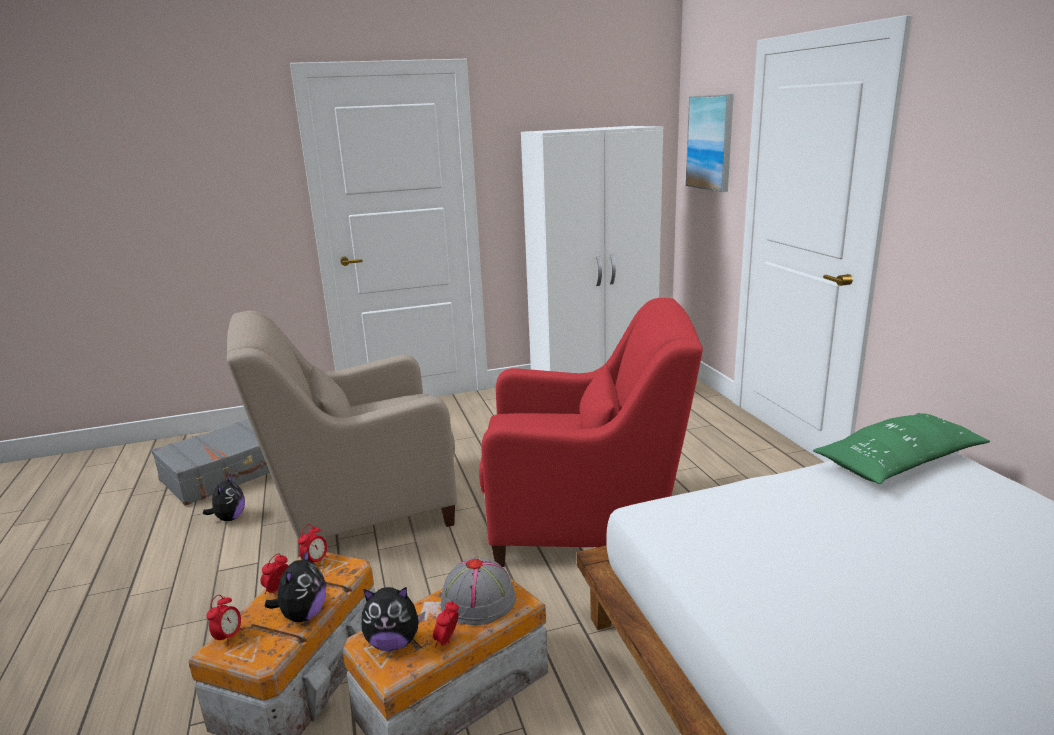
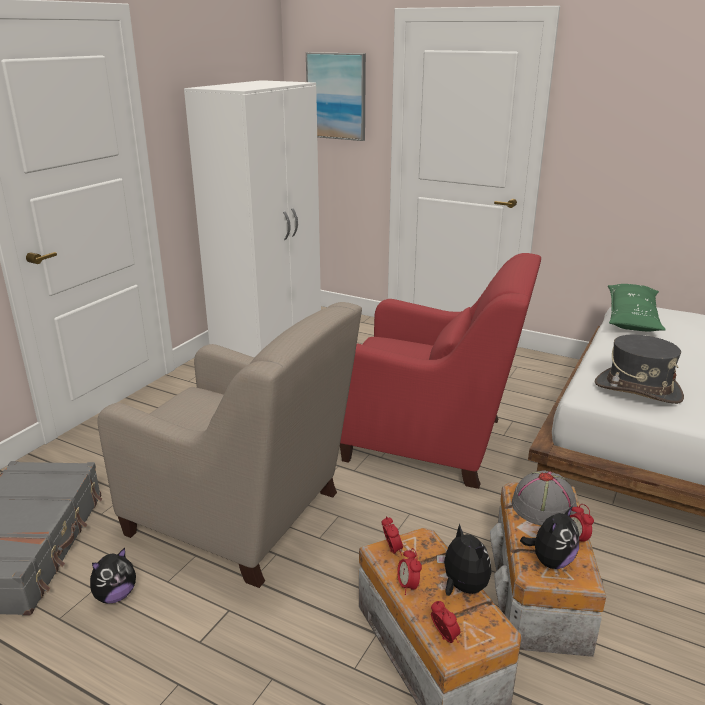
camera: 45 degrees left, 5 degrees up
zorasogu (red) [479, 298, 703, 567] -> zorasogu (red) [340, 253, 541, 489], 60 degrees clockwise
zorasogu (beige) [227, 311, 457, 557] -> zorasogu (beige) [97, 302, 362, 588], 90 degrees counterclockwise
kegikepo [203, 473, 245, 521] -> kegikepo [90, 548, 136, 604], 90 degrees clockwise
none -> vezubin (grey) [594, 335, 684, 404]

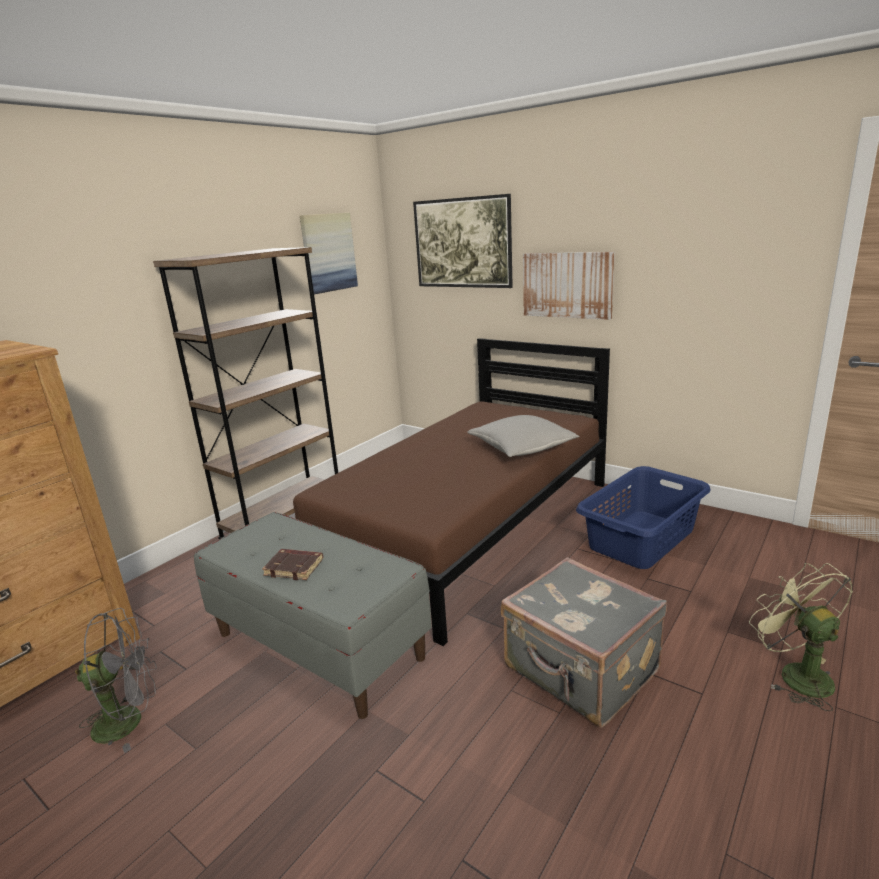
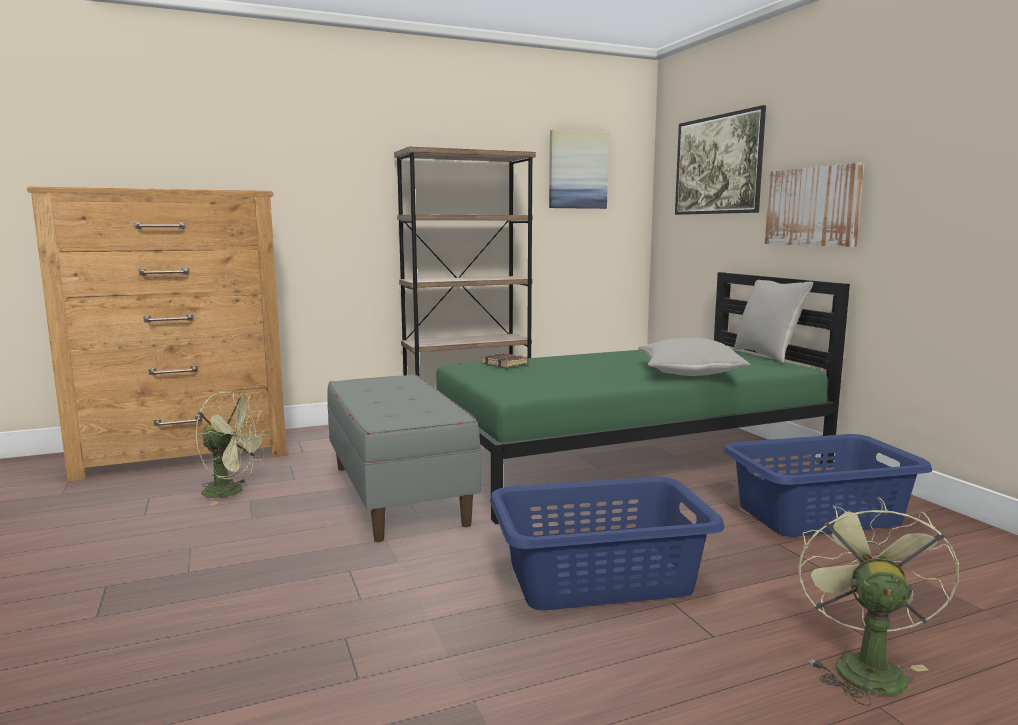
camera: 30 degrees right, 10 degrees down
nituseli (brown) [293, 338, 610, 646] -> nituseli (green) [436, 272, 850, 524]
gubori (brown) [262, 549, 323, 580] -> gubori (brown) [481, 353, 529, 368], relocated
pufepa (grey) [501, 557, 667, 728] -> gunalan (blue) [490, 477, 724, 610]
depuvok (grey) [75, 608, 157, 753] -> depuvok (green) [195, 391, 268, 505]
none -> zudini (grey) [734, 275, 813, 363]

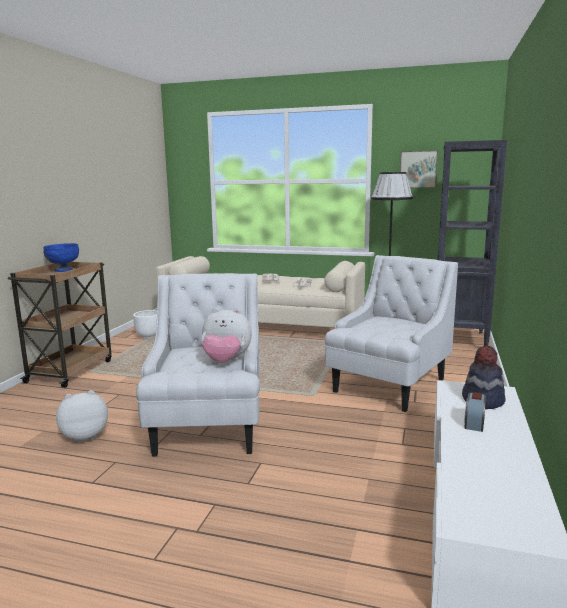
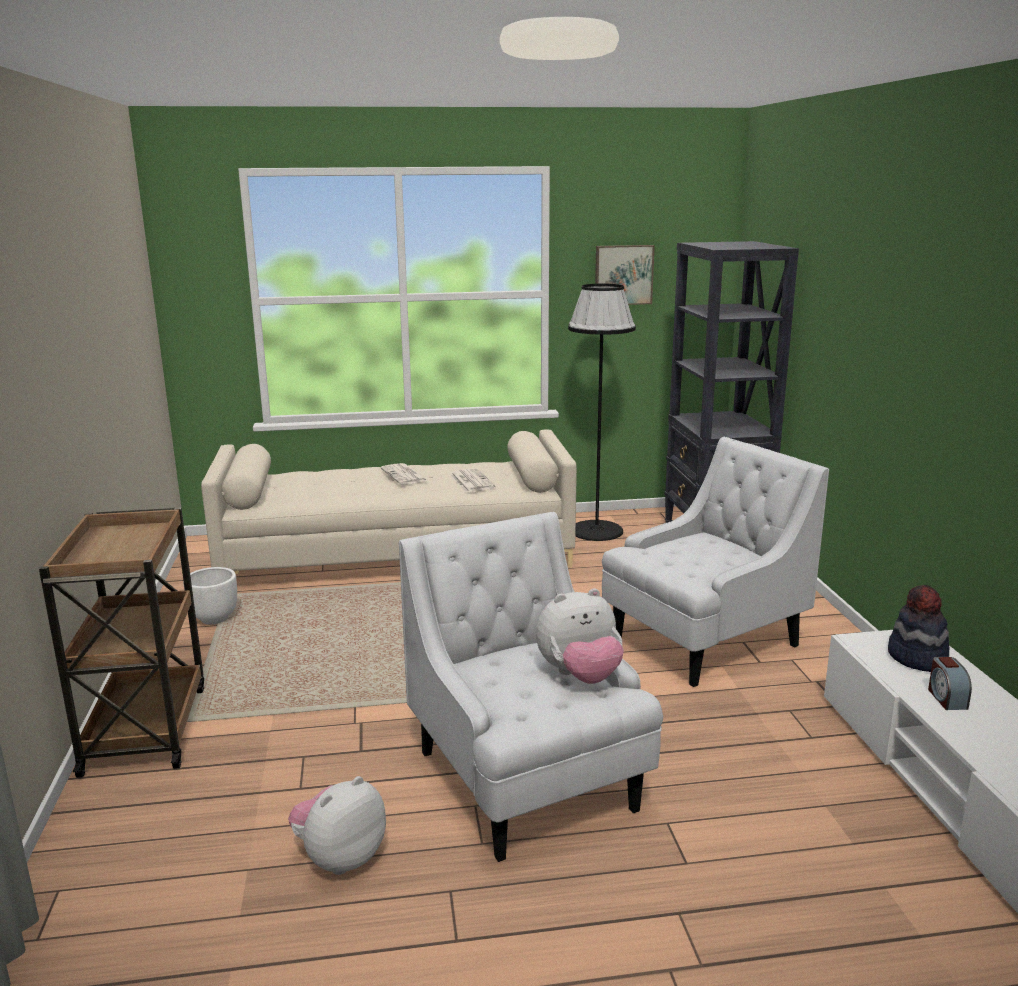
camera: 25 degrees left, 5 degrees up
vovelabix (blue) [43, 243, 79, 272] -> none
zorasogu (white) [325, 255, 458, 412] -> zorasogu (white) [602, 437, 829, 687], 45 degrees clockwise

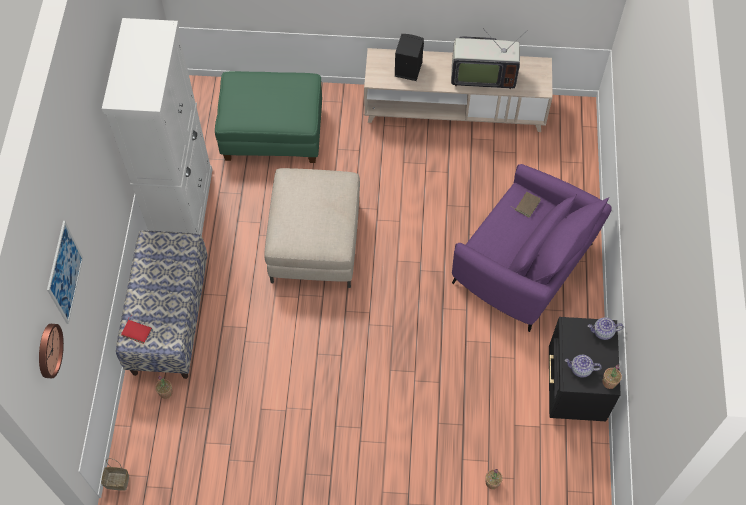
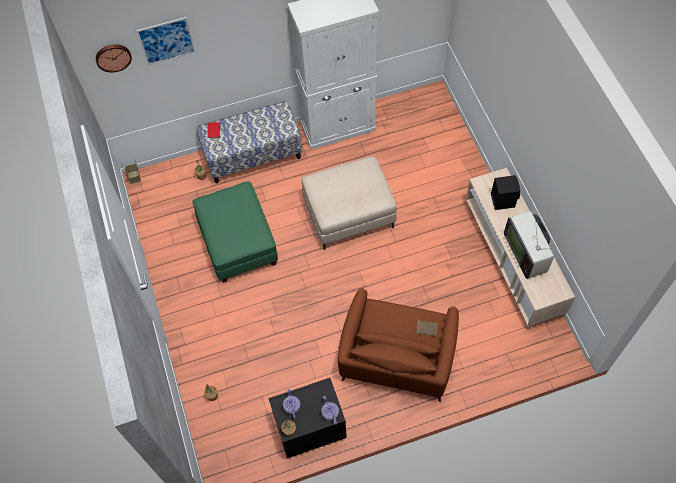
camera: 70 degrees right, 0 degrees up
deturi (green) [215, 71, 322, 163] -> deturi (green) [192, 182, 278, 283], relocated
zorasogu (purple) [452, 164, 612, 332] -> zorasogu (brown) [337, 288, 459, 402]

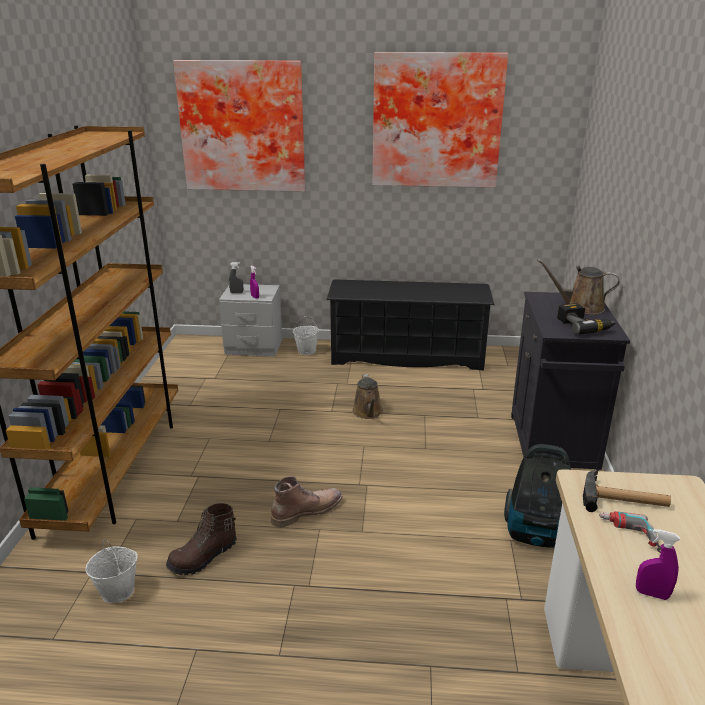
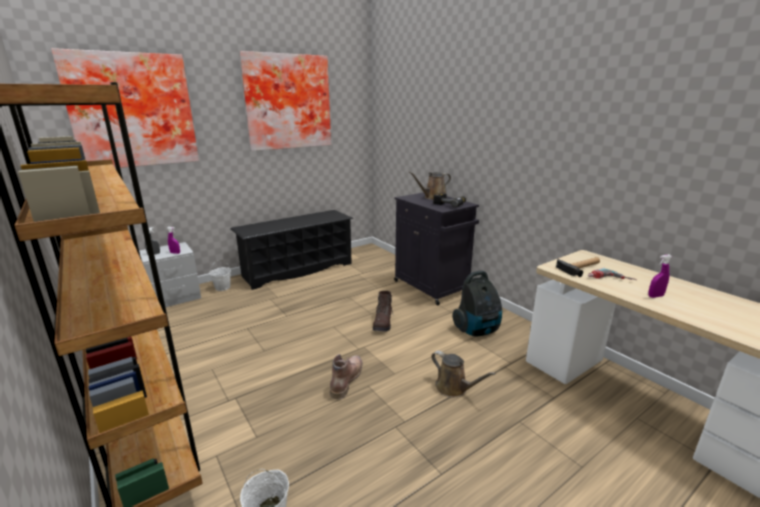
camera: 40 degrees left, 5 degrees down
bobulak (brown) [352, 374, 383, 419] -> bobulak (brown) [432, 351, 496, 397], relocated
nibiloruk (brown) [166, 503, 237, 575] -> nibiloruk (brown) [373, 291, 393, 332], relocated

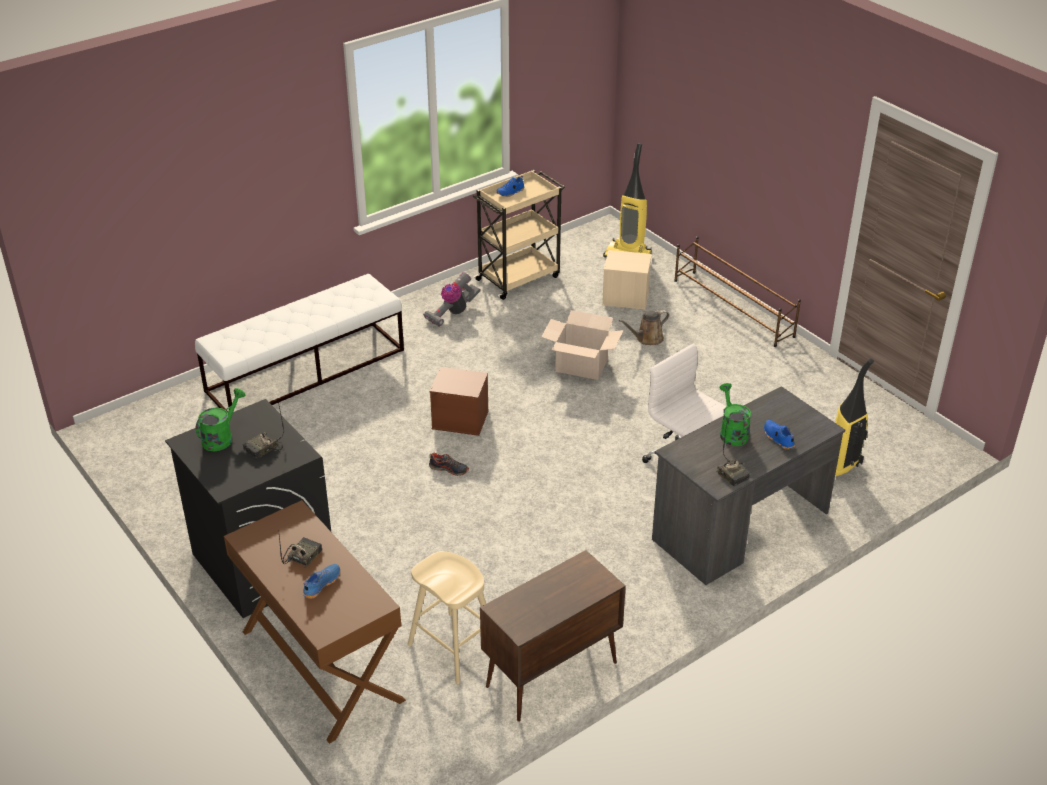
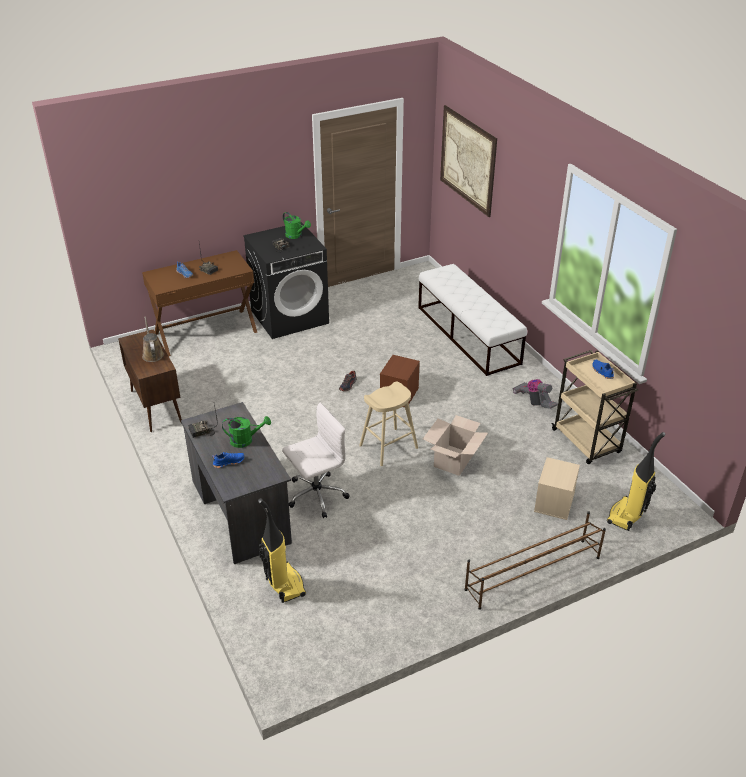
camera: 100 degrees right, 0 degrees up
bobulak (brown) [619, 310, 669, 345] -> bobulak (brown) [142, 316, 164, 362], relocated
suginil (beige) [408, 551, 486, 684] -> suginil (beige) [359, 381, 418, 466], relocated
none -> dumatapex [440, 105, 497, 217]

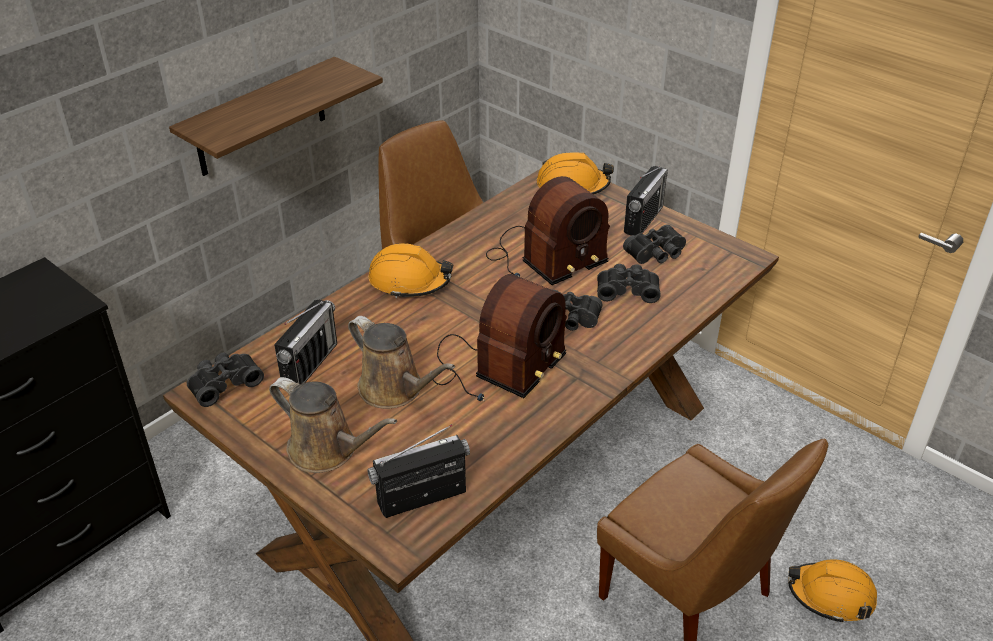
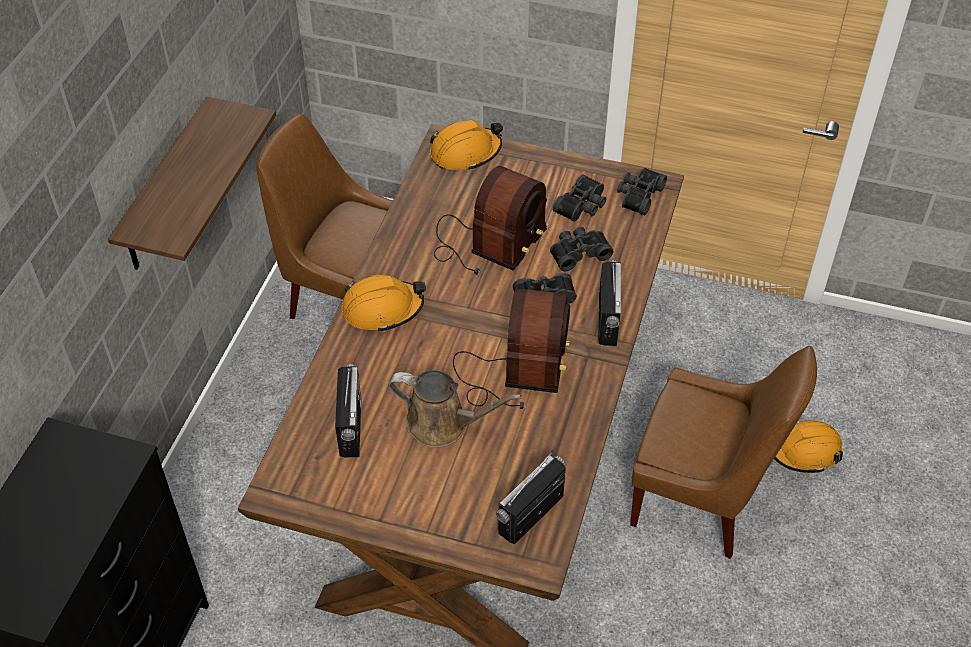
camera: 25 degrees left, 10 degrees up
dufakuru [624, 166, 668, 236] -> dufakuru [598, 260, 621, 346], relocated
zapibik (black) [187, 353, 264, 407] -> zapibik (black) [617, 168, 667, 215], relocated
bobulak (brown) [269, 377, 397, 473] -> none

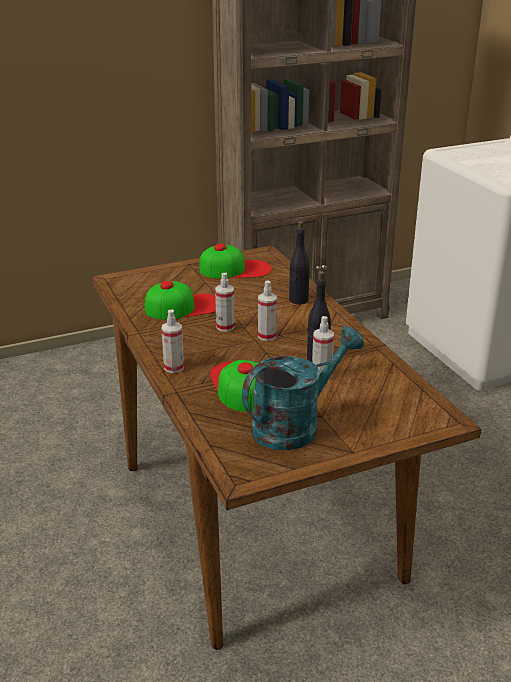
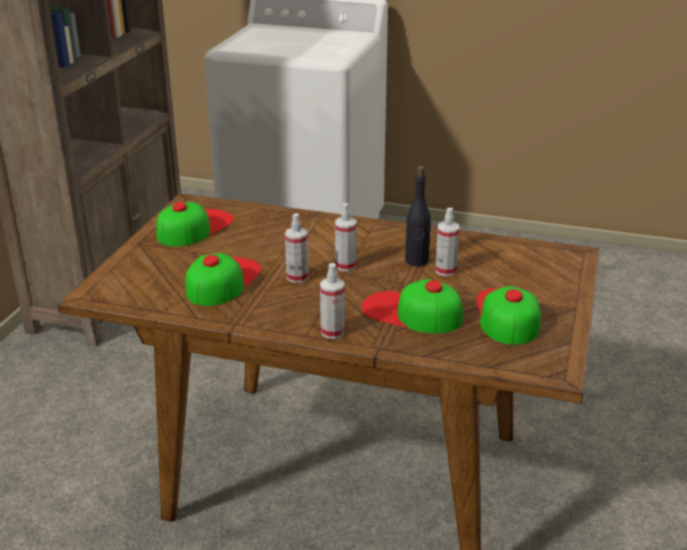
camera: 50 degrees left, 0 degrees up
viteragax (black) [289, 221, 310, 304] -> none
bobulak (turquoise) [242, 326, 364, 450] -> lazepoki [477, 286, 541, 345]

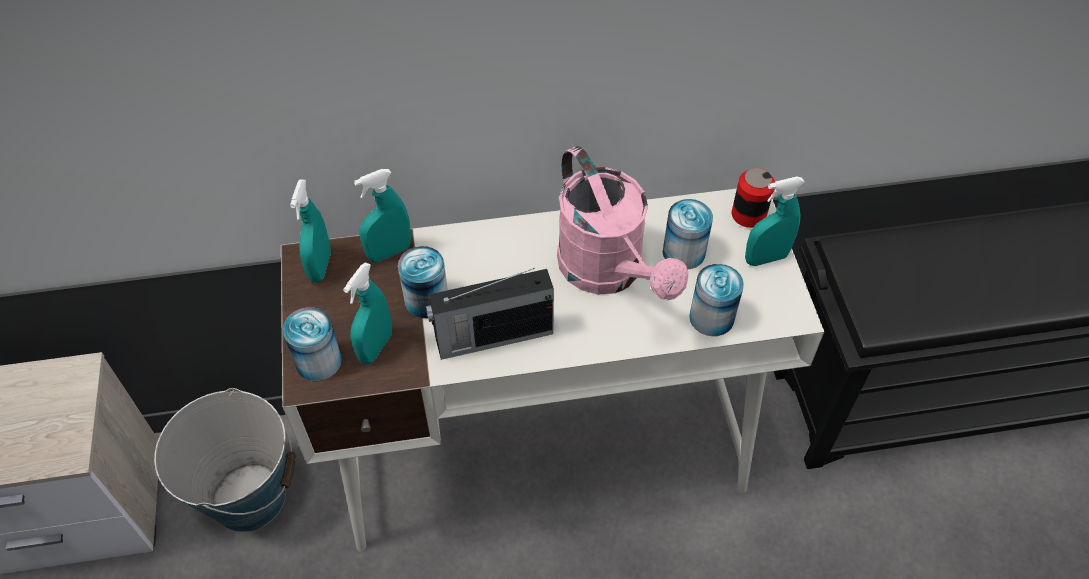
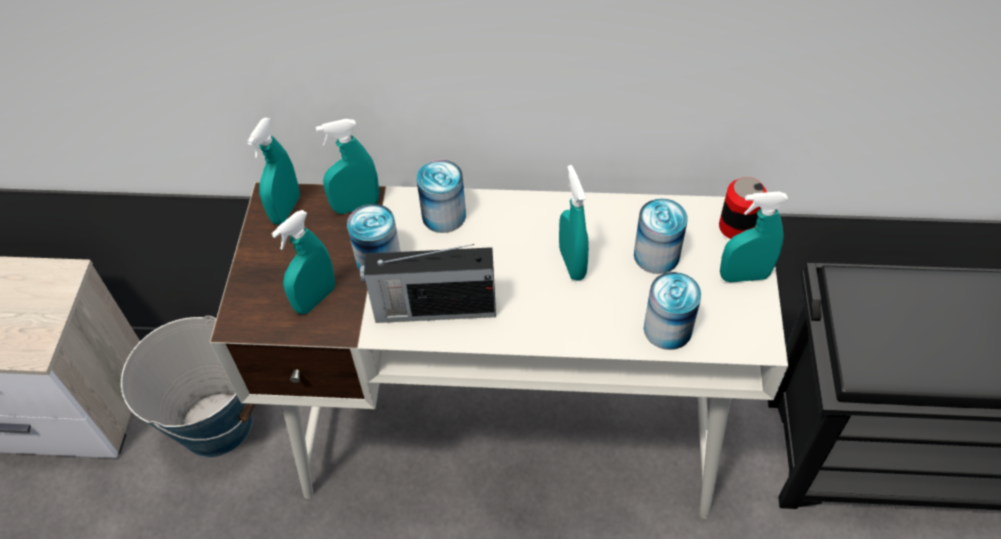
camera: 15 degrees right, 0 degrees up
bobulak (pink) [557, 146, 688, 300] -> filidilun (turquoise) [559, 165, 589, 281]
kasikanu [282, 307, 342, 381] -> kasikanu [416, 160, 466, 233], relocated

